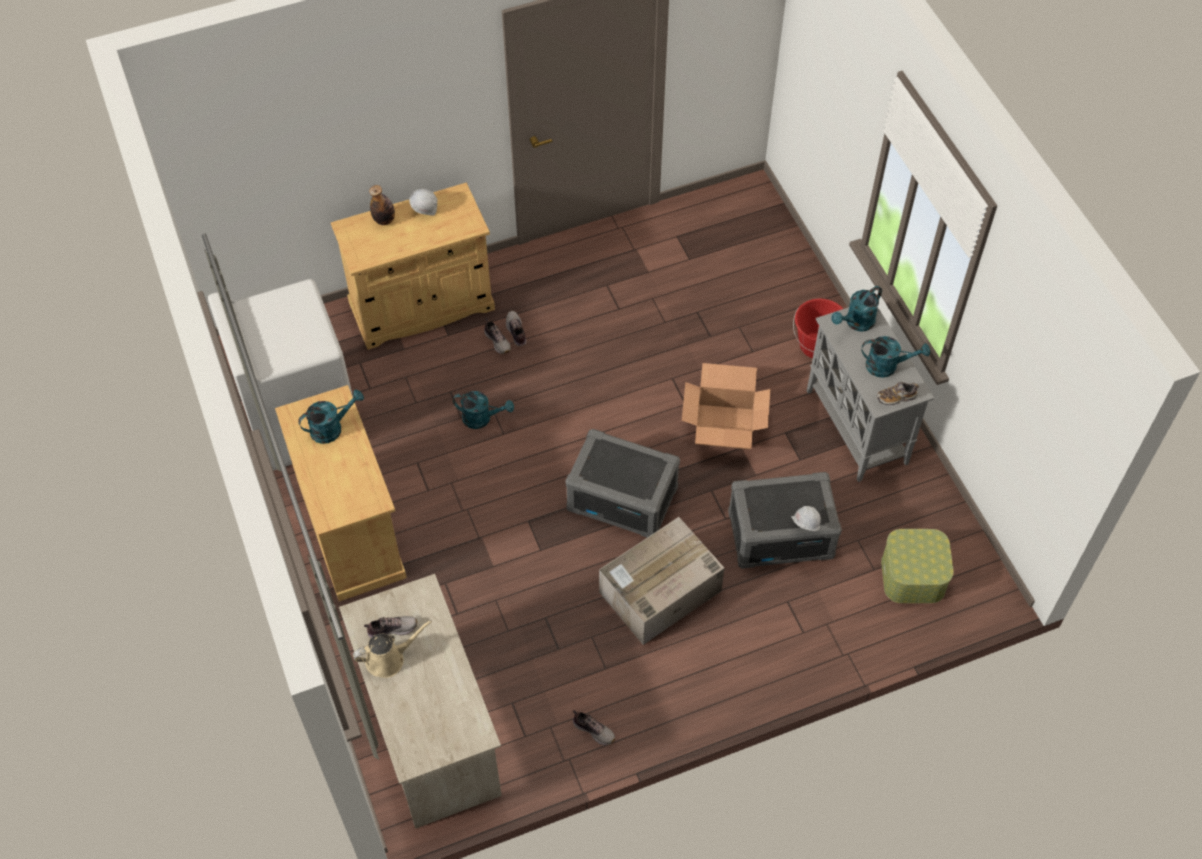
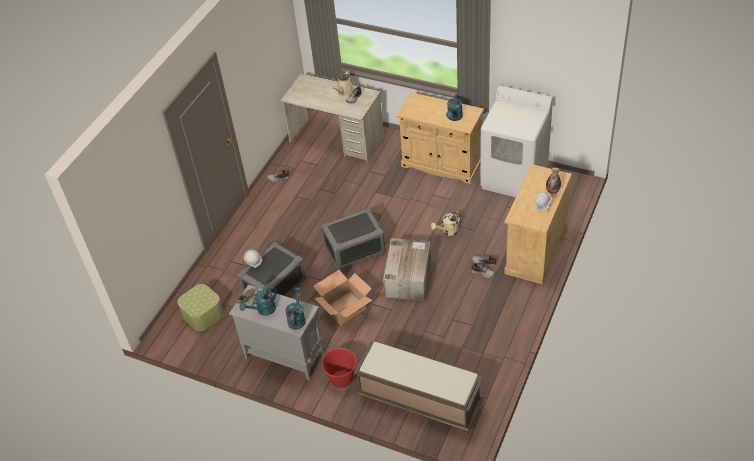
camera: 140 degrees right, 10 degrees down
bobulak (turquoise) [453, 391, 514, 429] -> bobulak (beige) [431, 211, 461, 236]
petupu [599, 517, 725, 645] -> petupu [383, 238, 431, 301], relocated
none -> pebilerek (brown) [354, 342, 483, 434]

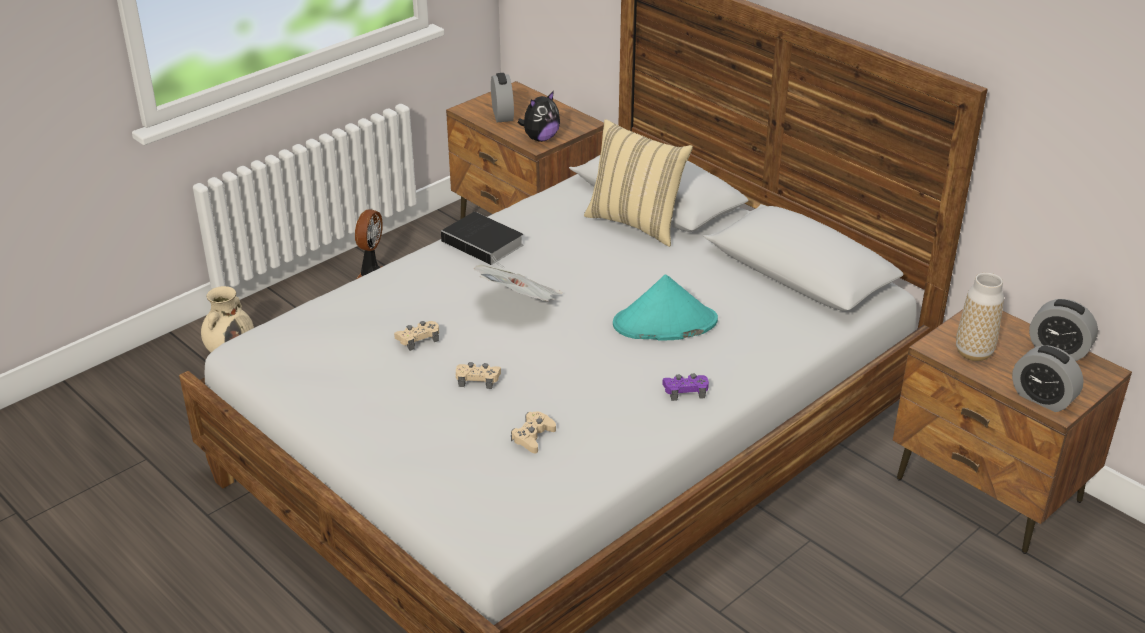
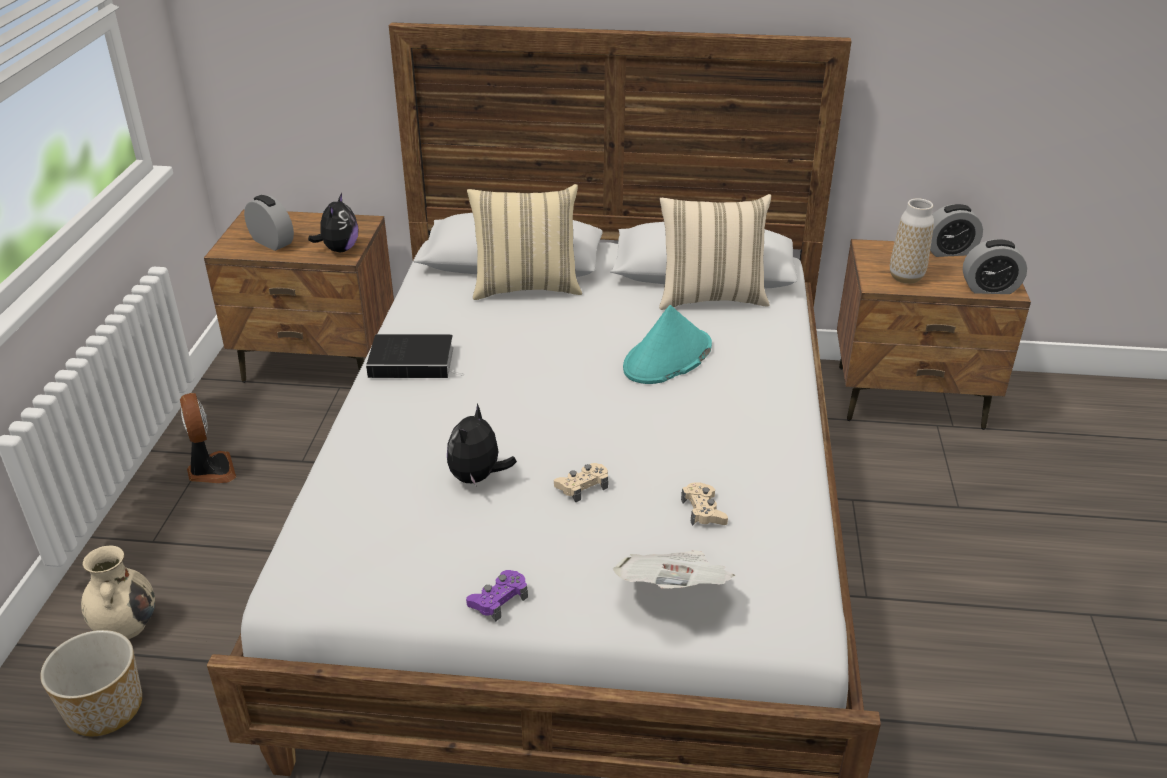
camera: 40 degrees left, 0 degrees up
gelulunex [474, 265, 563, 302] -> gelulunex [613, 550, 735, 589], relocated
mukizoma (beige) [394, 321, 439, 351] -> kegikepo [447, 403, 517, 487]
mukizoma (purple) [662, 374, 709, 401] -> mukizoma (purple) [466, 570, 528, 621], relocated
none -> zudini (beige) [659, 194, 771, 310]
none -> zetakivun [40, 630, 142, 736]

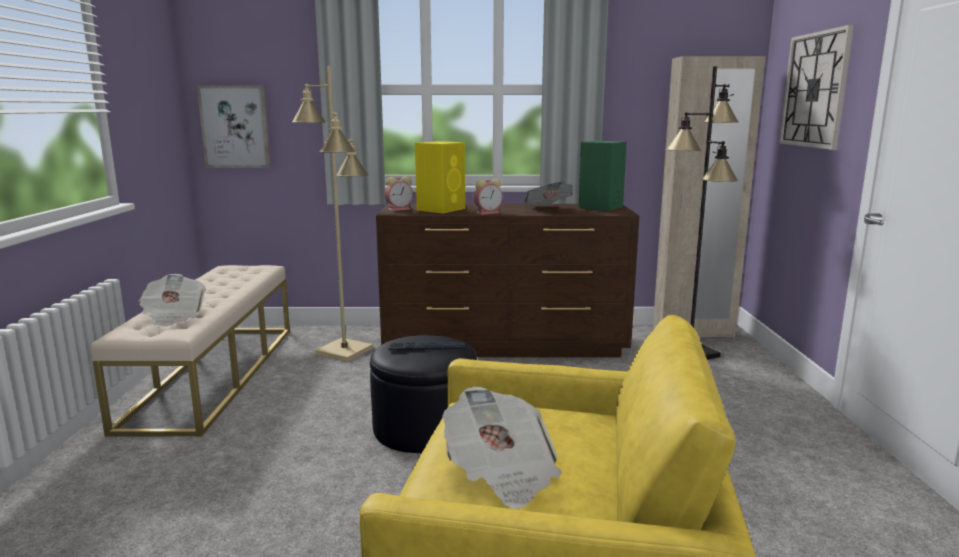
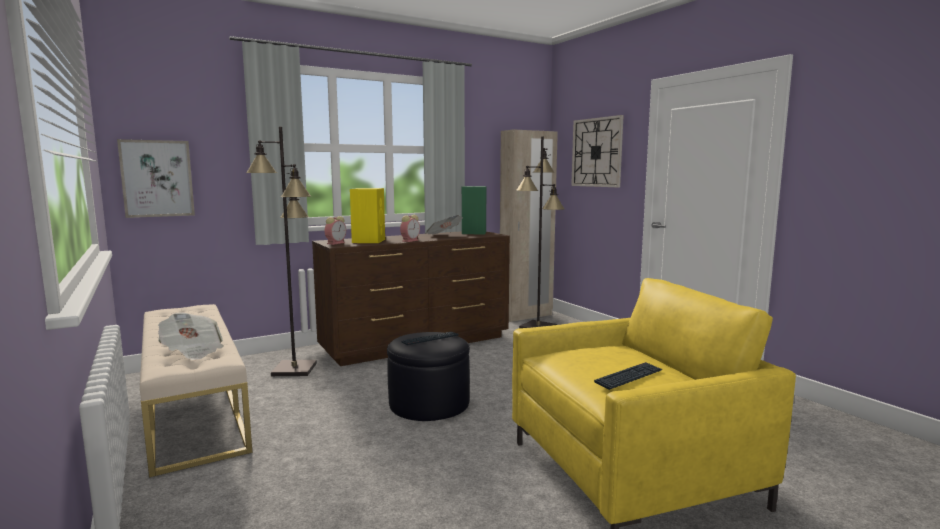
camera: 30 degrees left, 5 degrees down
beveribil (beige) [292, 67, 373, 362] -> beveribil (black) [246, 127, 317, 376]
gelulunex [443, 387, 562, 509] -> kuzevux [594, 362, 663, 390]

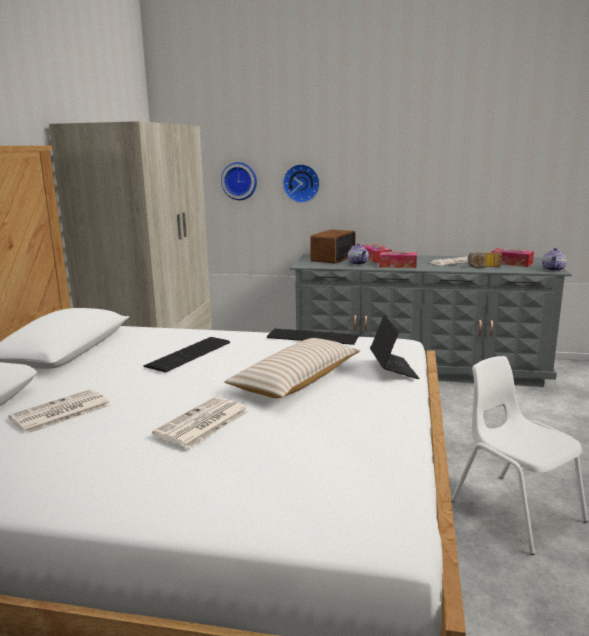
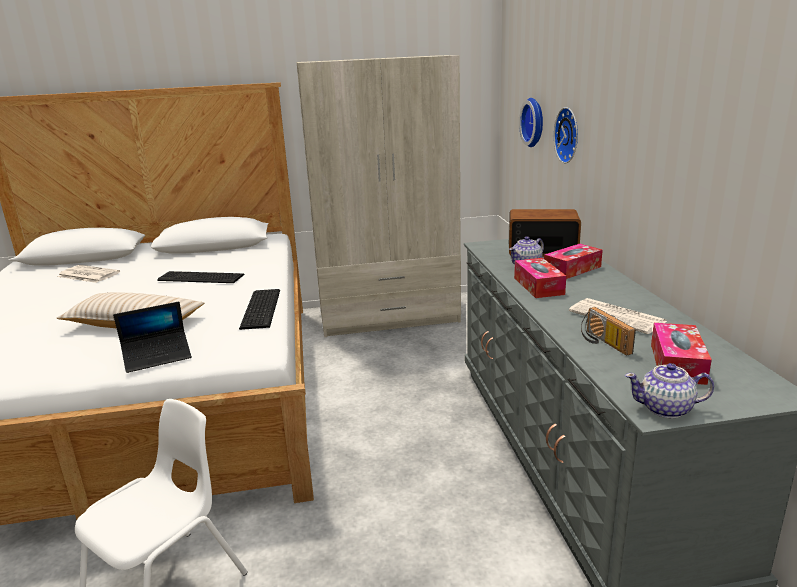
camera: 70 degrees right, 5 degrees up
gelulunex [152, 397, 249, 449] -> none

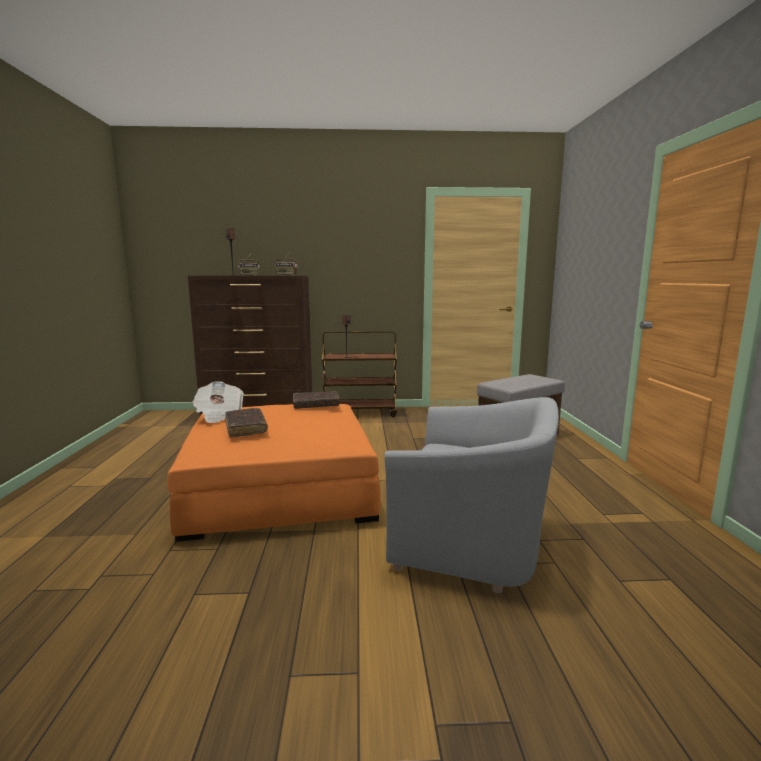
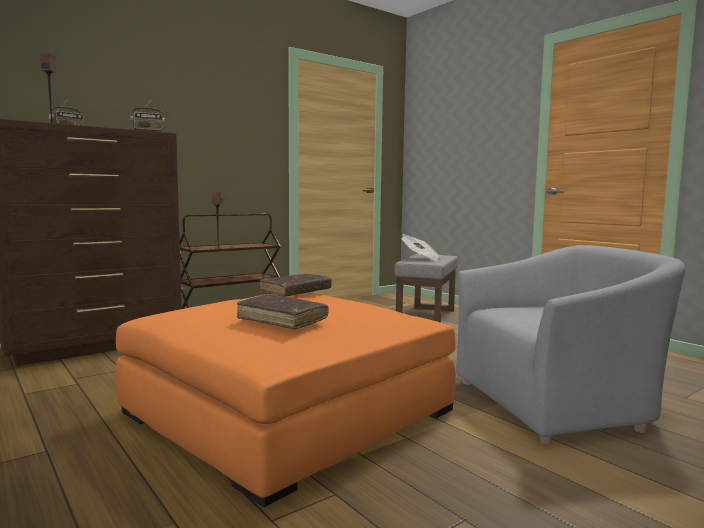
camera: 35 degrees left, 5 degrees down
gelulunex [192, 381, 244, 423] -> gelulunex [401, 234, 440, 261], relocated

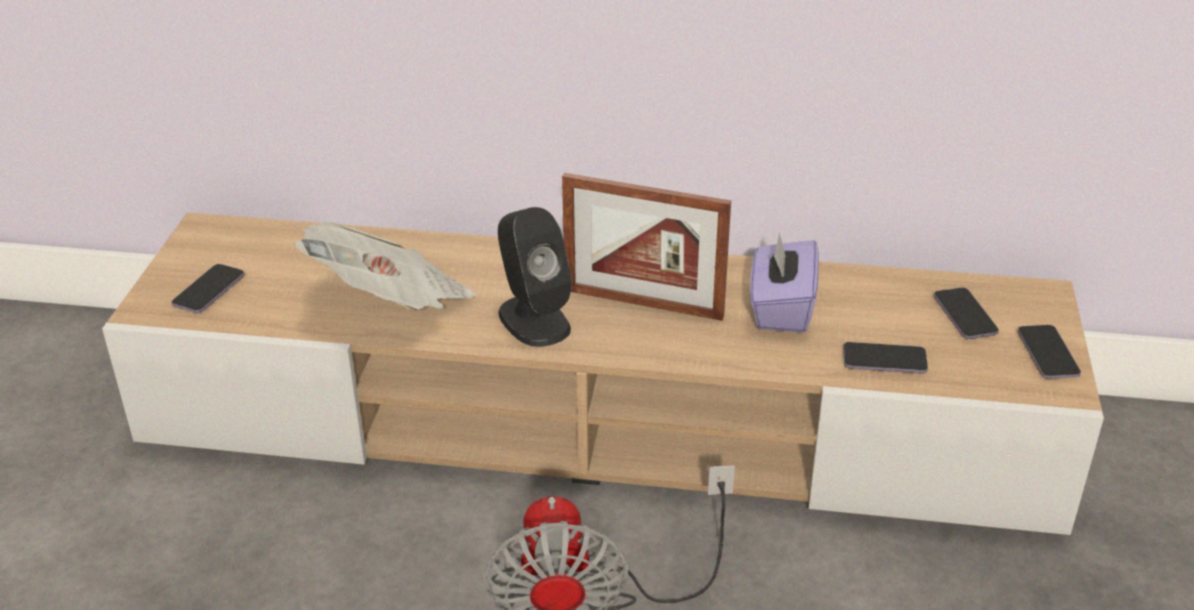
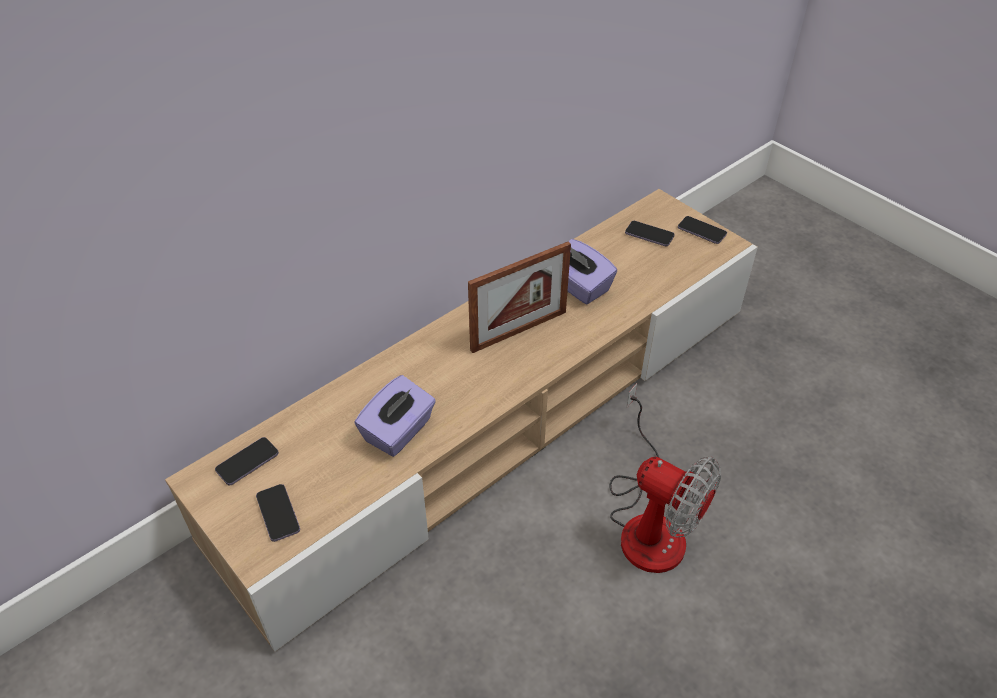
camera: 50 degrees left, 10 degrees up
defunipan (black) [498, 207, 572, 347] -> none
gelulunex [293, 222, 476, 310] -> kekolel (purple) [354, 375, 436, 457]
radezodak [843, 342, 928, 373] -> radezodak [215, 437, 279, 485], relocated

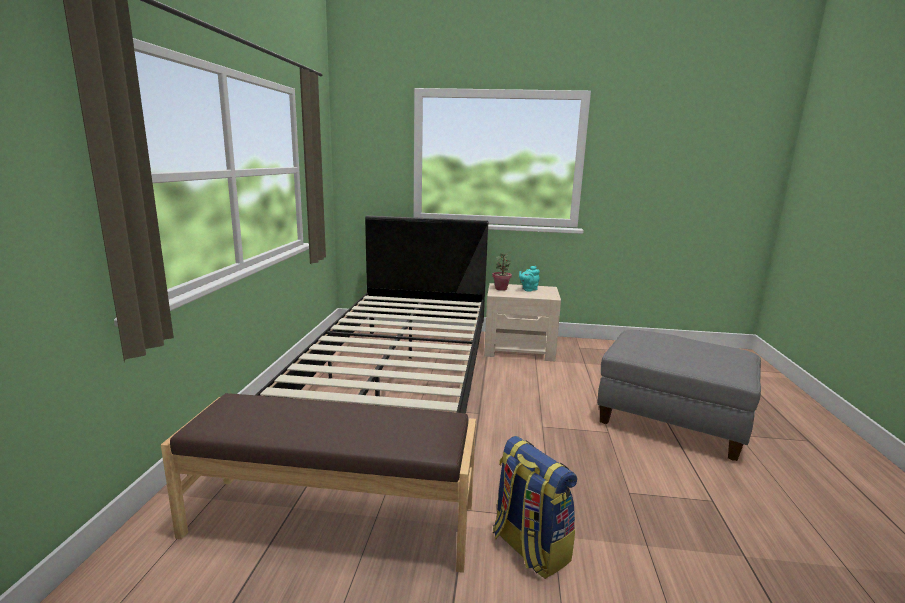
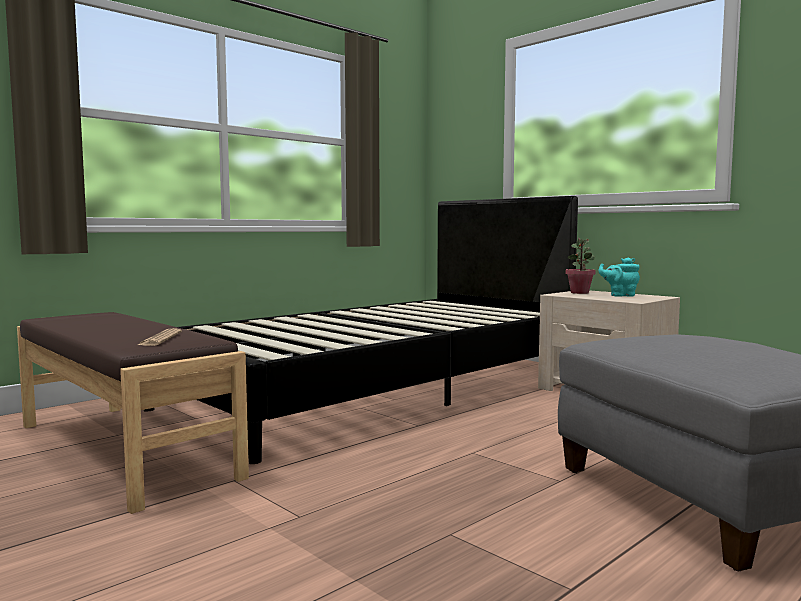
camera: 40 degrees right, 10 degrees down
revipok [493, 436, 577, 579] -> none
none -> gelulunex [138, 328, 182, 346]

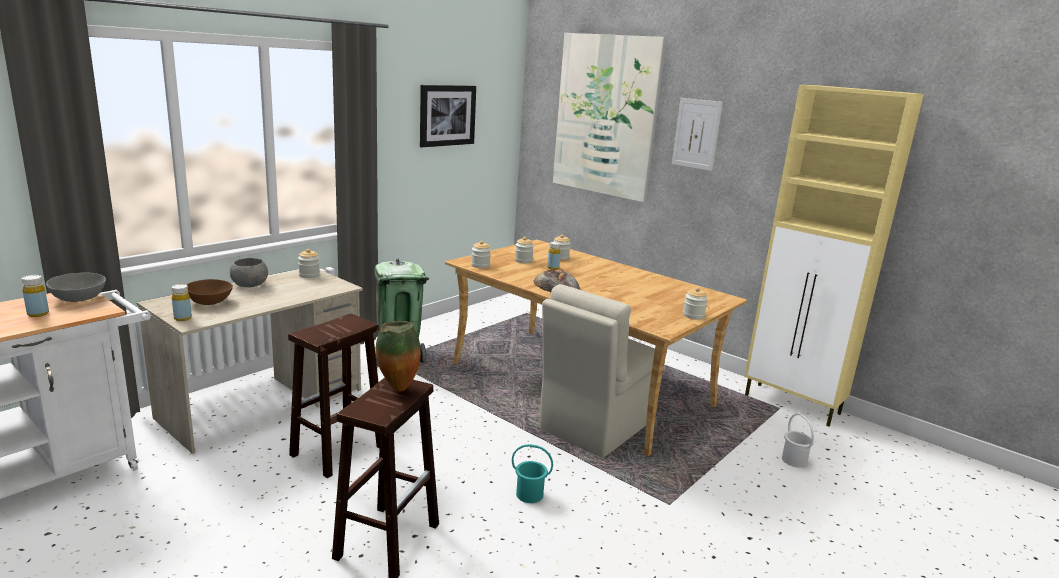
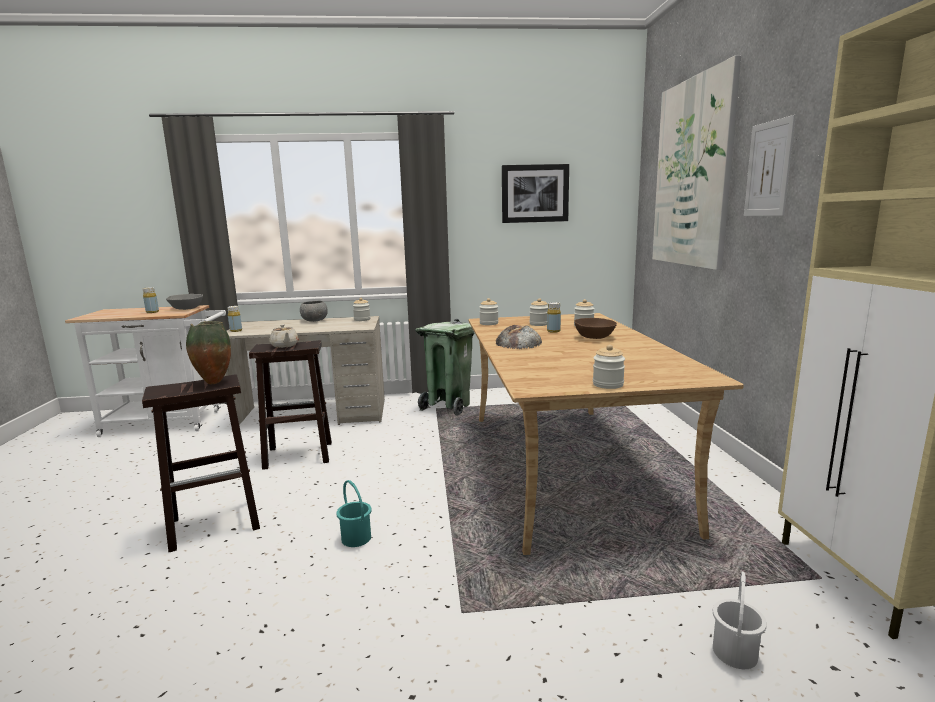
camera: 45 degrees right, 5 degrees down
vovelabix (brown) [187, 279, 233, 305] -> vovelabix (brown) [574, 318, 617, 339], relocated
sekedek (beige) [539, 284, 655, 458] -> none
none -> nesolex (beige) [270, 324, 298, 348]

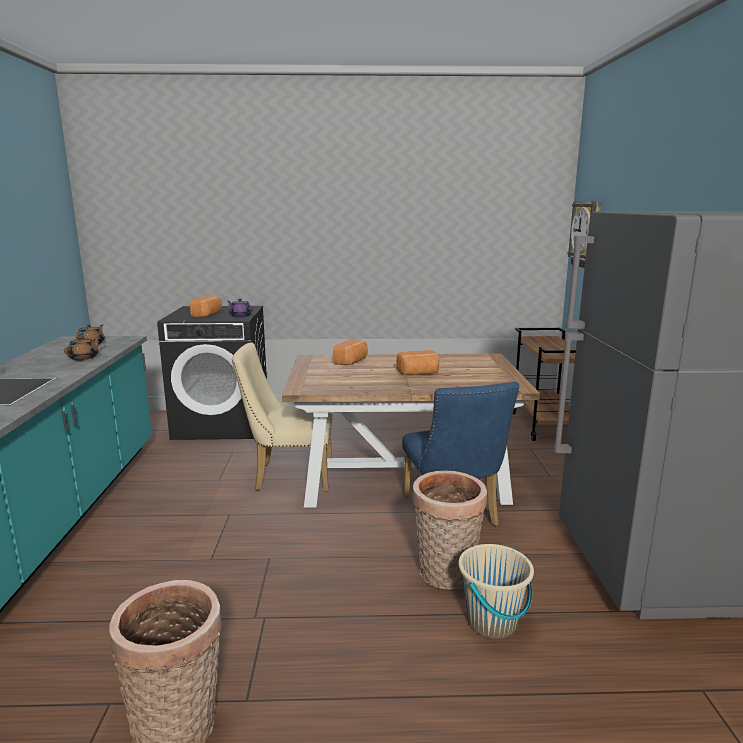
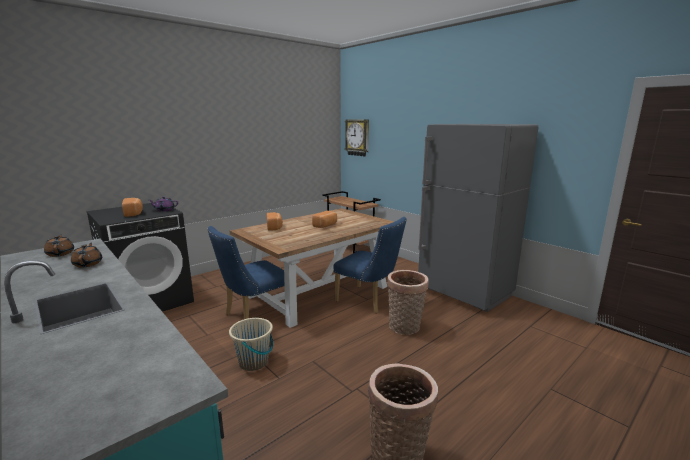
camera: 40 degrees left, 0 degrees up
sekedek (beige) [232, 342, 333, 492] -> sekedek (blue) [208, 226, 285, 319]
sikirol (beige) [458, 544, 534, 639] -> sikirol (beige) [229, 317, 273, 371], relocated

